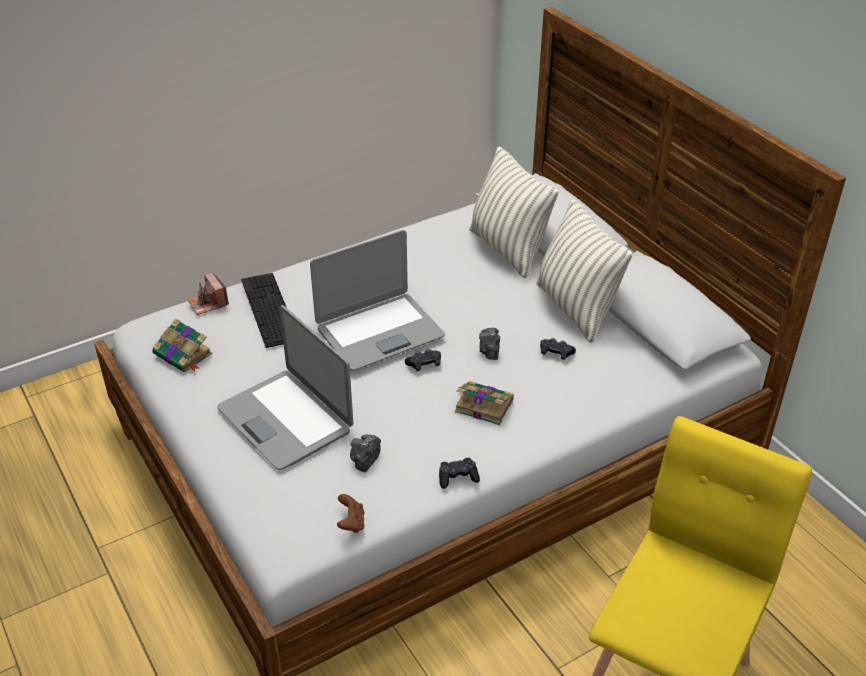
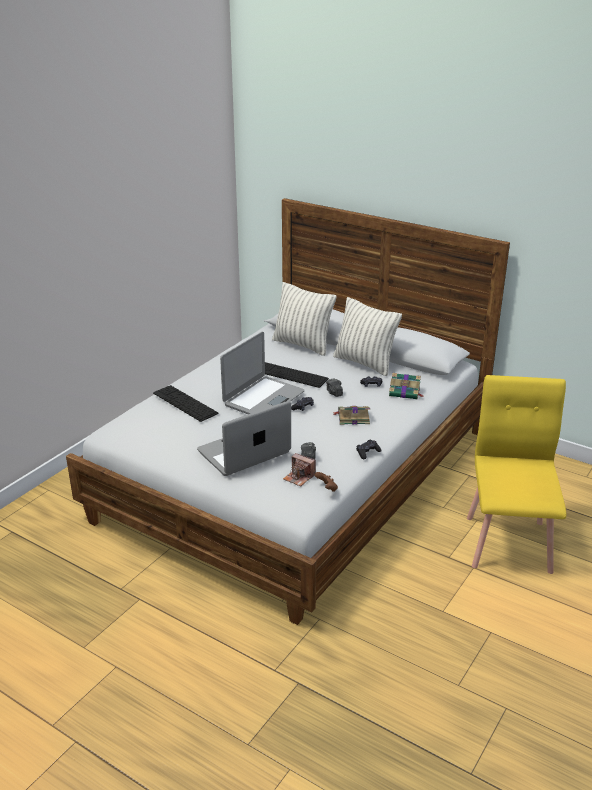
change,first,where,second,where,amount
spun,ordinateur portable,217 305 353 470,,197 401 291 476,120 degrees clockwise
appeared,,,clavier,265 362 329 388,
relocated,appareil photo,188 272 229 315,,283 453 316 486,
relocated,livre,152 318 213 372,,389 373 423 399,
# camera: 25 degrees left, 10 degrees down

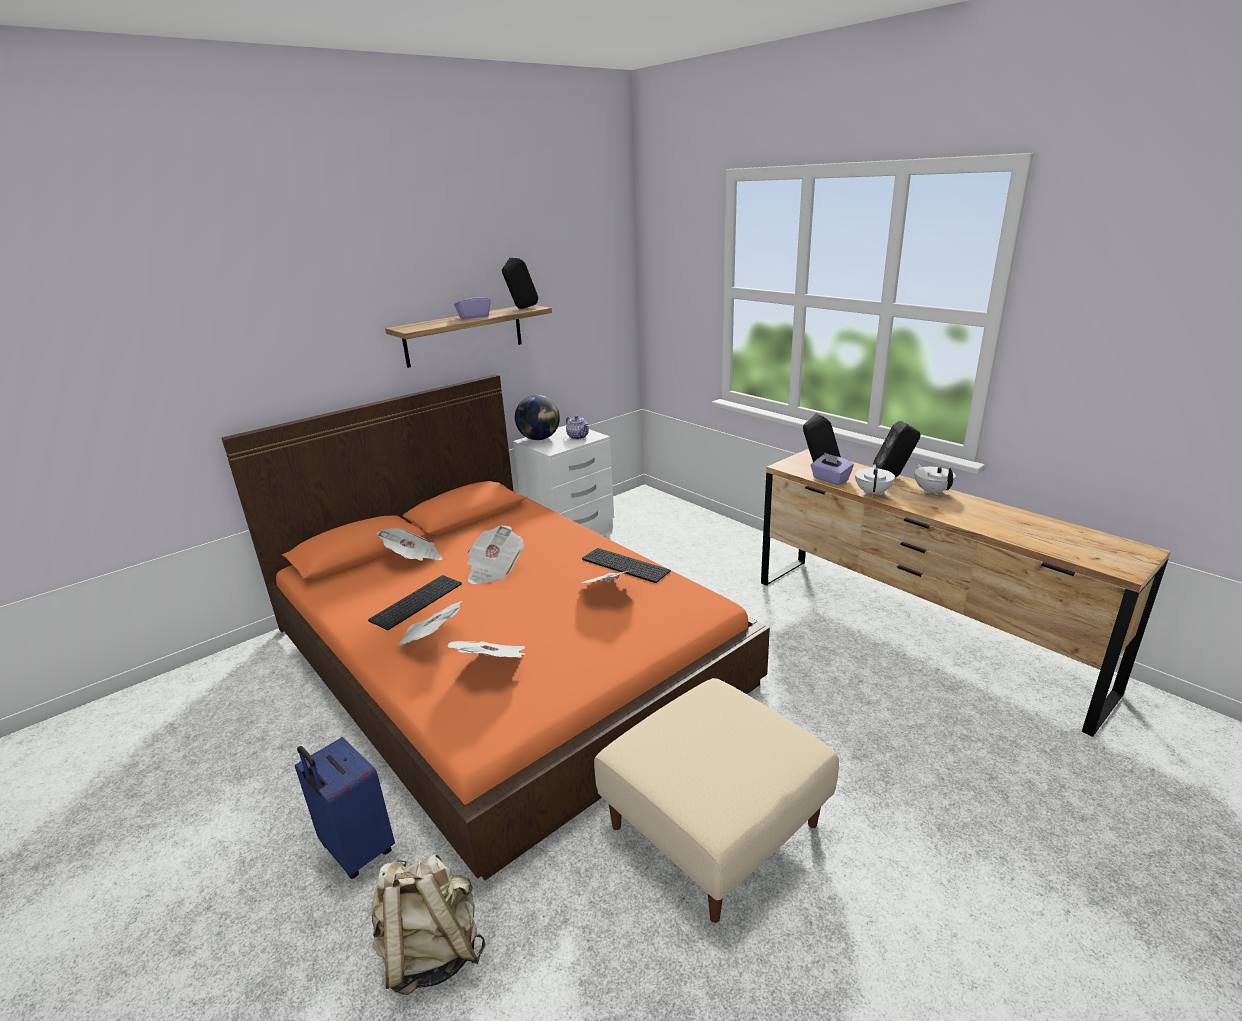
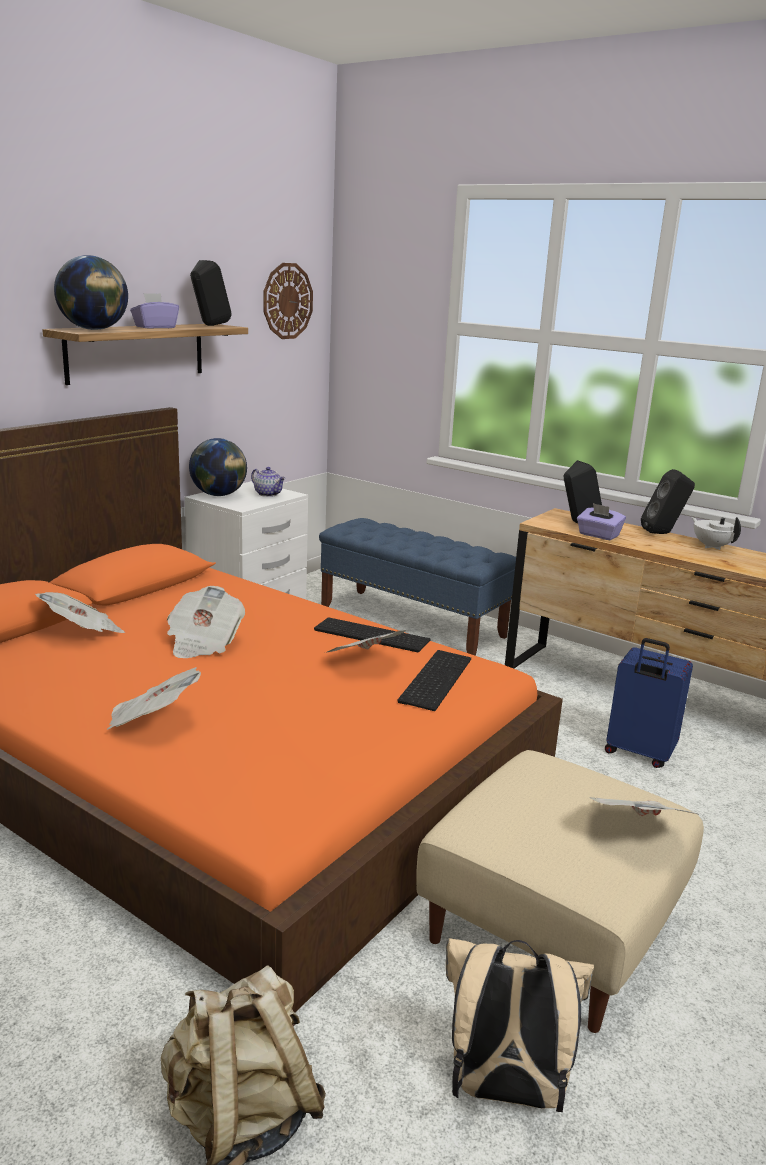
change,first,where,second,where,amount
appeared,,,globe,54 255 128 330,
appeared,,,horloge murale,263 263 313 339,
appeared,,,banc [bleu],319 518 516 656,
relocated,clavier,368 575 462 630,,398 650 471 711,
appeared,,,sac à dos [beige],446 938 594 1112,
relocated,journal,448 641 525 658,,590 797 697 816,
relocated,valise [bleu],295 737 395 879,,605 638 693 768,
missing,théière [blanc],855 464 895 497,,,
# camera: 15 degrees left, 5 degrees down

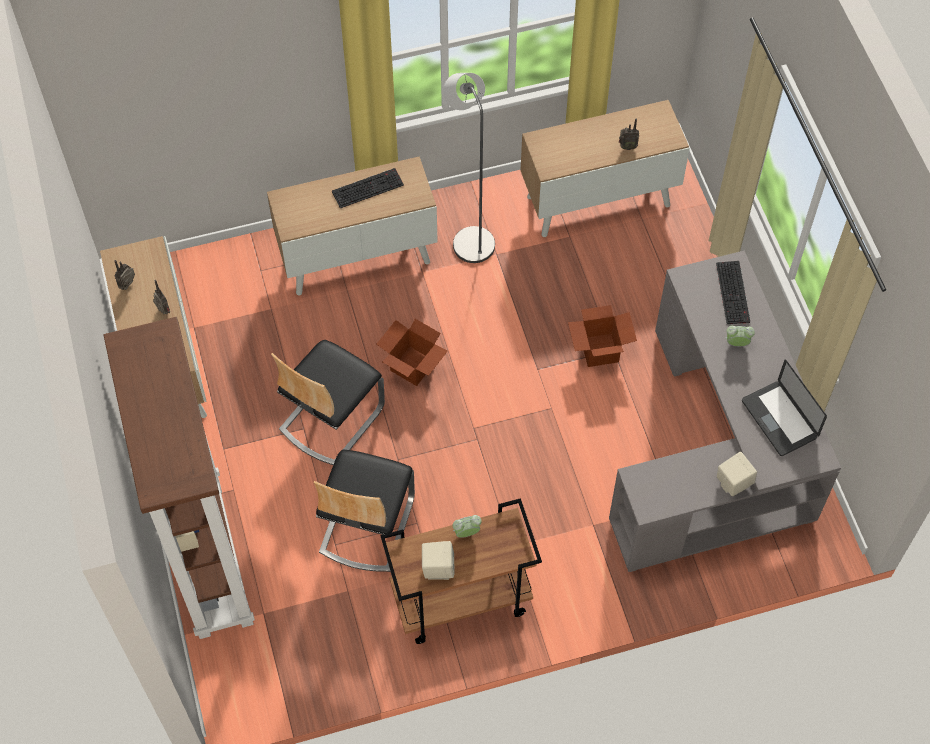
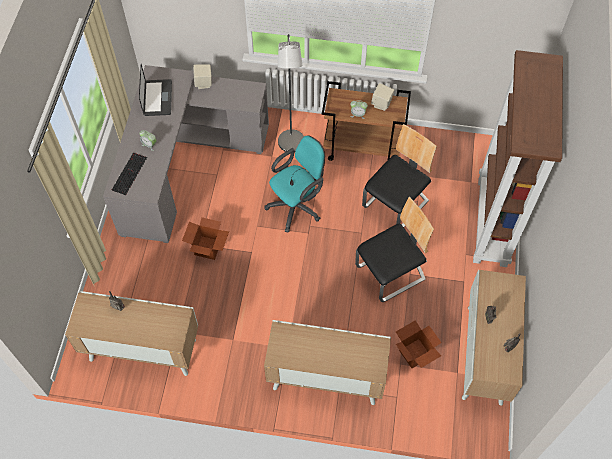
change,first,where,second,where,amount
appeared,,,chaise de bureau [turquoise],264 135 325 233,
relocated,lampadaire [gris],443 73 495 263,,278 34 304 153,
relocated,carton,377 319 448 386,,396 321 442 368,
missing,clavier,332 168 404 208,,,
# camera: 155 degrees left, 0 degrees up

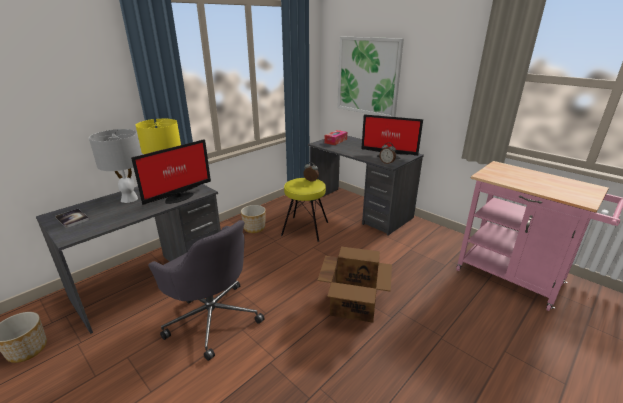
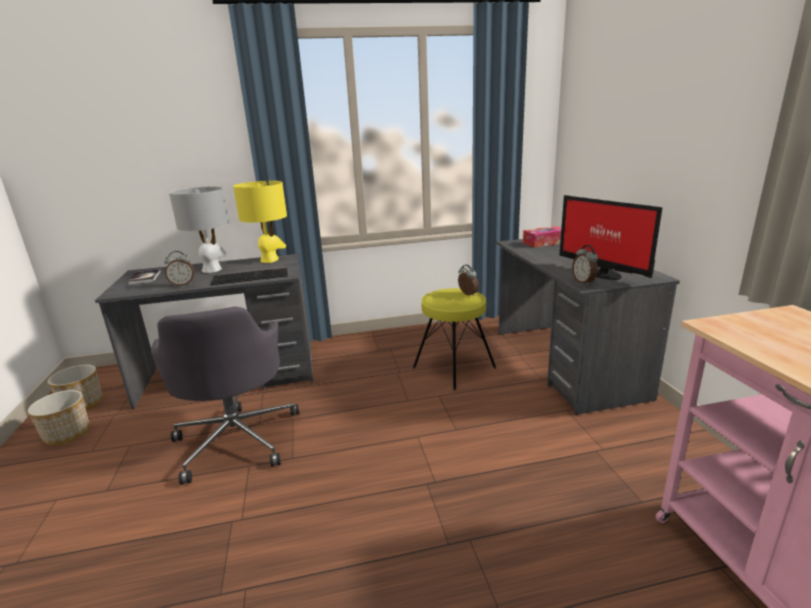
change,first,where,second,where,amount
relocated,cache-pot,241 205 266 233,,28 390 89 445,
appeared,,,réveil,164 251 194 287,
exchanged,écran d'ordinateur,131 139 211 205,clavier,211 268 288 285,
missing,carton,317 247 392 323,,,
missing,tableau,337 37 404 117,,,
# camera: 35 degrees right, 5 degrees down

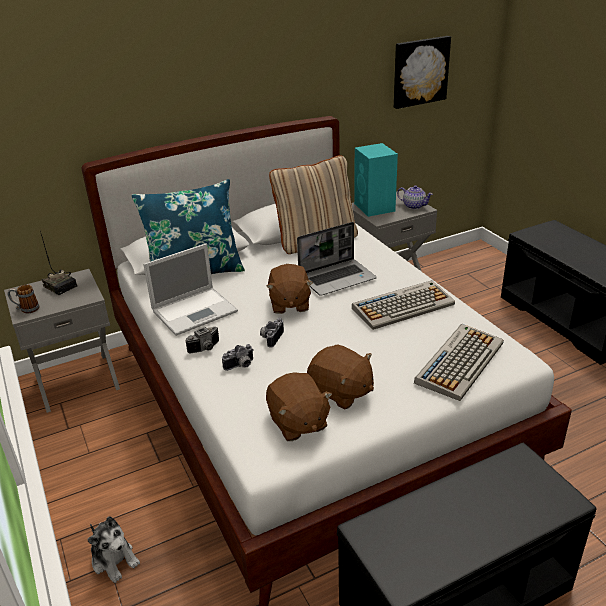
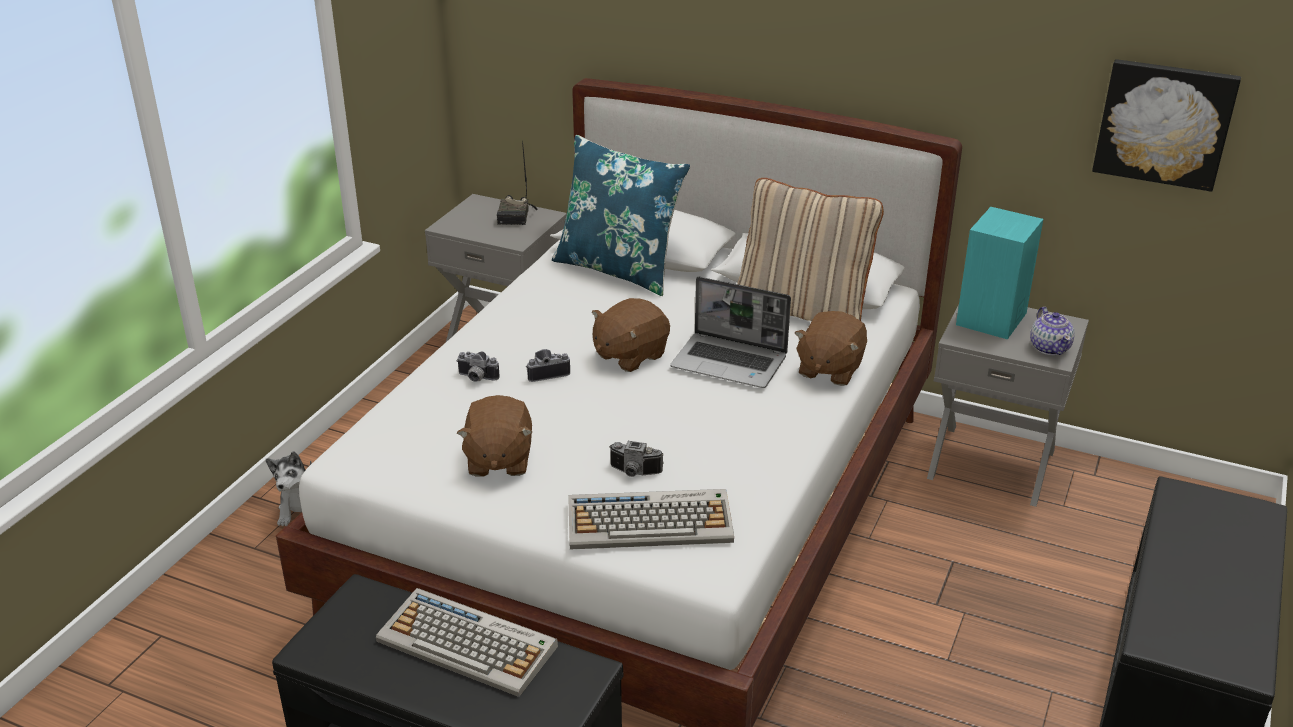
change,first,where,second,where,amount
relocated,clavier,352 280 455 330,,376 588 558 697,
relocated,appareil photo,185 327 219 353,,609 441 664 477,
relocated,peluche [marron],266 372 332 441,,795 311 867 386,
missing,mug,8 284 39 313,,,
missing,ordinateur portable,143 243 238 336,,,
# camera: 50 degrees right, 0 degrees up

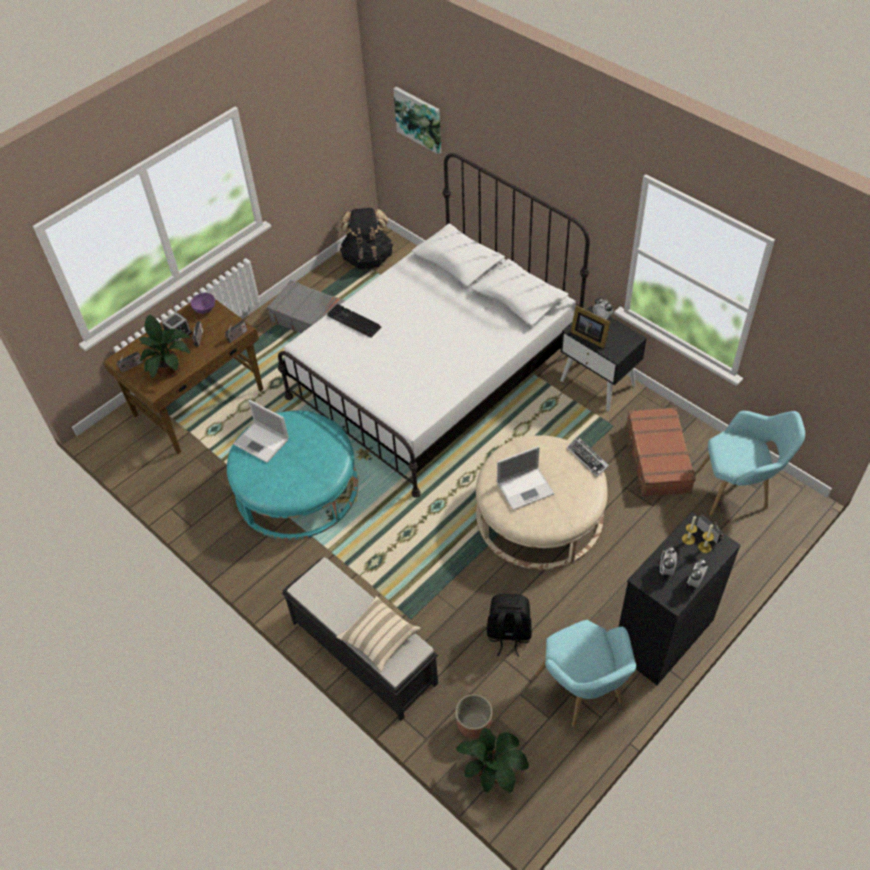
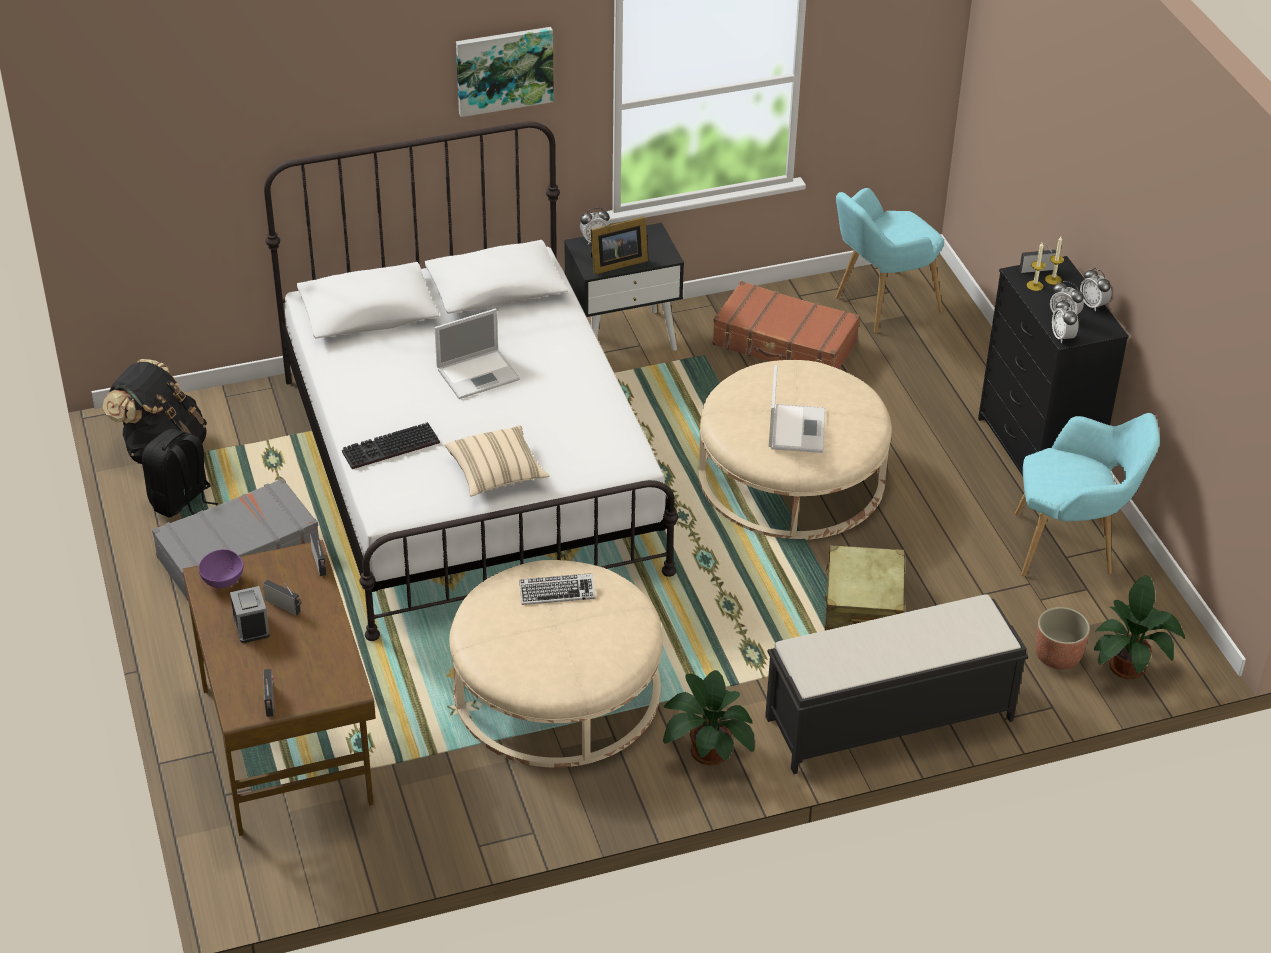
change,first,where,second,where,amount
relocated,sac à dos [noir],487 594 532 657,,142 429 218 518,
relocated,ordinateur portable,233 400 289 463,,434 309 520 399,
relocated,coussin [beige],337 596 421 672,,444 425 550 497,
colour,pouf [turquoise],227 410 358 540,pouf [beige],449 560 662 768,
relocated,tableau,393 87 441 155,,456 27 554 117,
relocated,clavier,567 437 609 477,,519 573 595 605,
relocated,plante en pot,139 315 190 378,,663 670 755 765,
appeared,,,valise [beige],824 545 905 631,
spun,fauteuil [turquoise],700 411 805 515,,836 188 944 333,150 degrees counterclockwise
appeared,,,réveil,1052 299 1079 344,
# camera: 65 degrees left, 10 degrees down

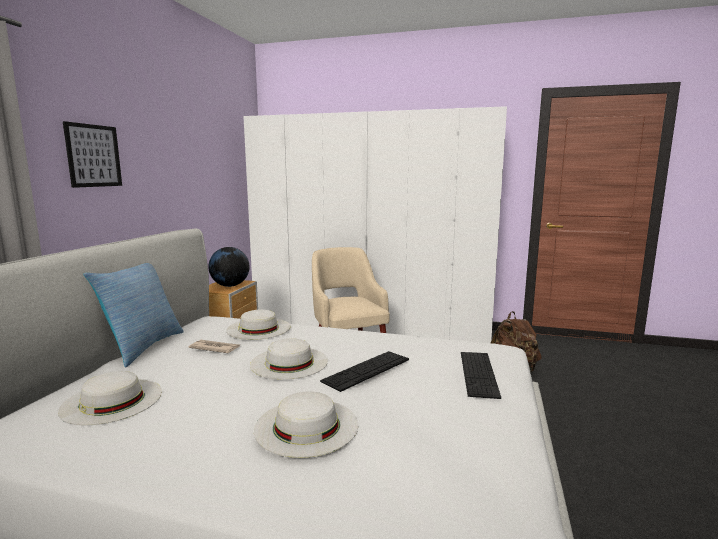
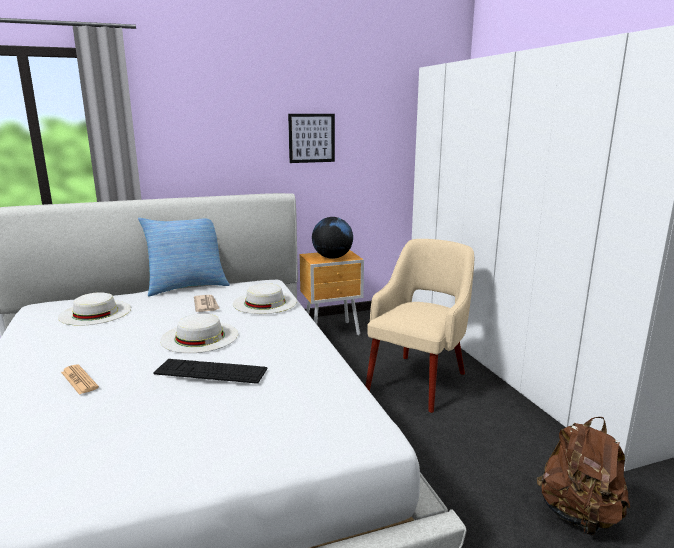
change,first,where,second,where,amount
exchanged,chapeau [blanc],254 391 358 458,journal,61 365 99 395,
relocated,tableau,63 121 122 188,,288 114 335 163,
missing,clavier,461 352 501 399,,,
# camera: 55 degrees right, 5 degrees up

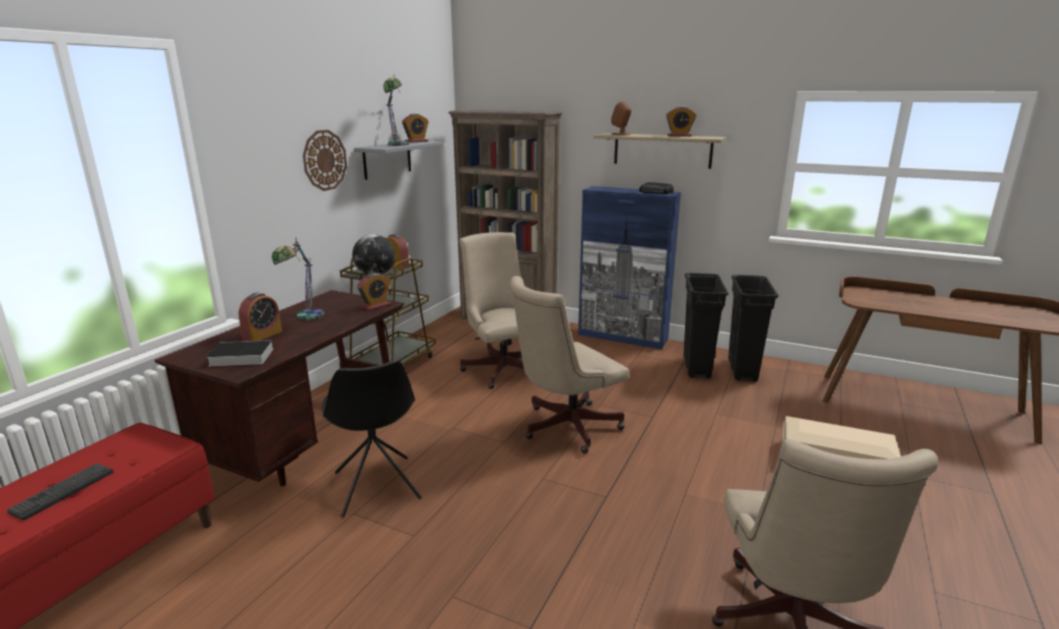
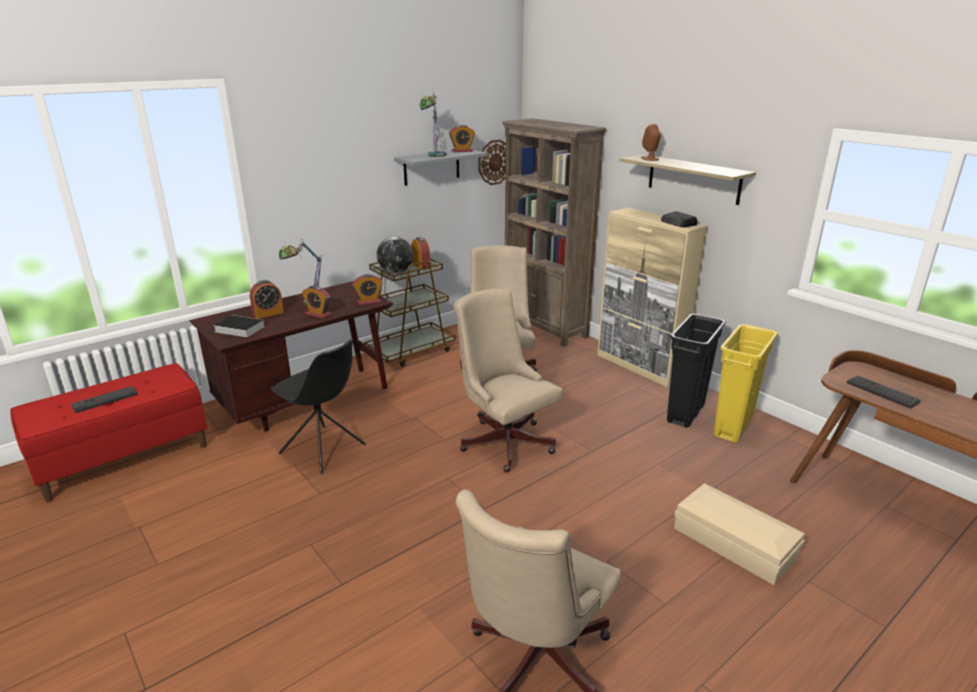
change,first,where,second,where,amount
spun,chaise [noir],322 360 422 517,,271 339 366 474,60 degrees counterclockwise
relocated,réveil,666 106 696 137,,302 285 331 319,
spun,chaise de bureau [beige],510 276 629 453,,453 288 563 472,60 degrees clockwise
relocated,horloge murale,303 130 347 191,,478 140 506 185,
colour,meuble de rangement [bleu],578 186 681 349,meuble de rangement [beige],597 208 707 387,
colour,poubelle [noir],728 275 778 382,poubelle [jaune],714 324 778 443,
appeared,,,clavier,847 375 921 408,
# camera: 25 degrees right, 5 degrees up

